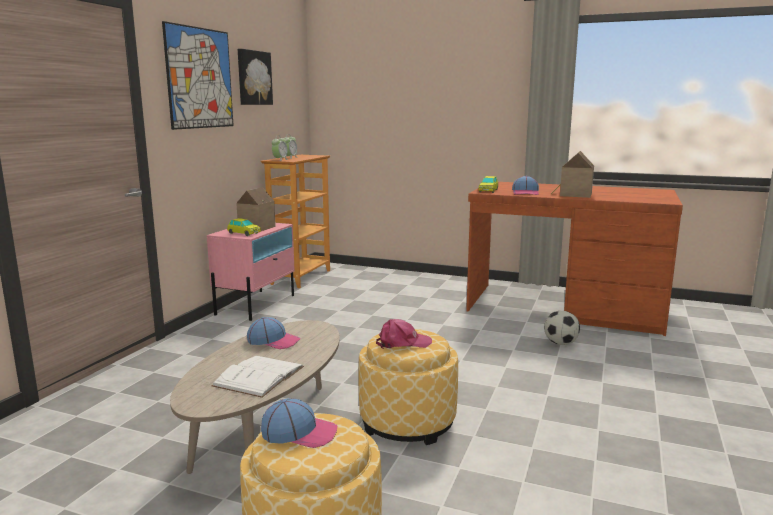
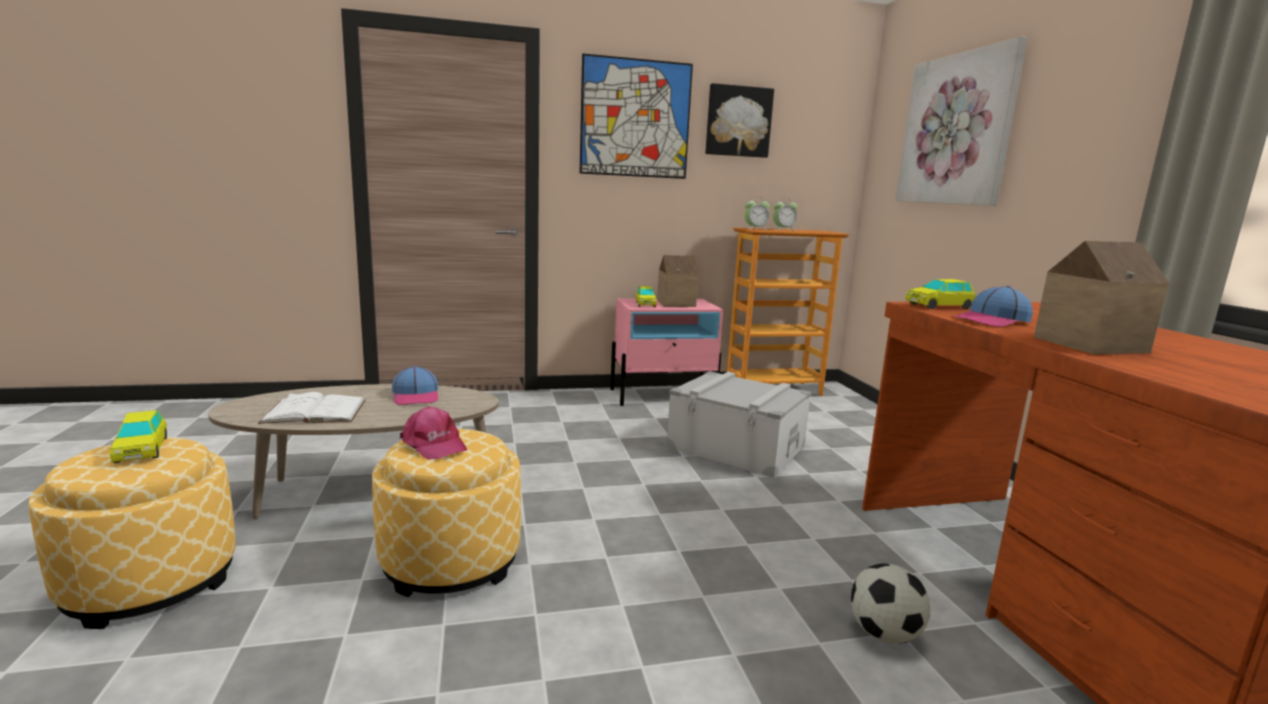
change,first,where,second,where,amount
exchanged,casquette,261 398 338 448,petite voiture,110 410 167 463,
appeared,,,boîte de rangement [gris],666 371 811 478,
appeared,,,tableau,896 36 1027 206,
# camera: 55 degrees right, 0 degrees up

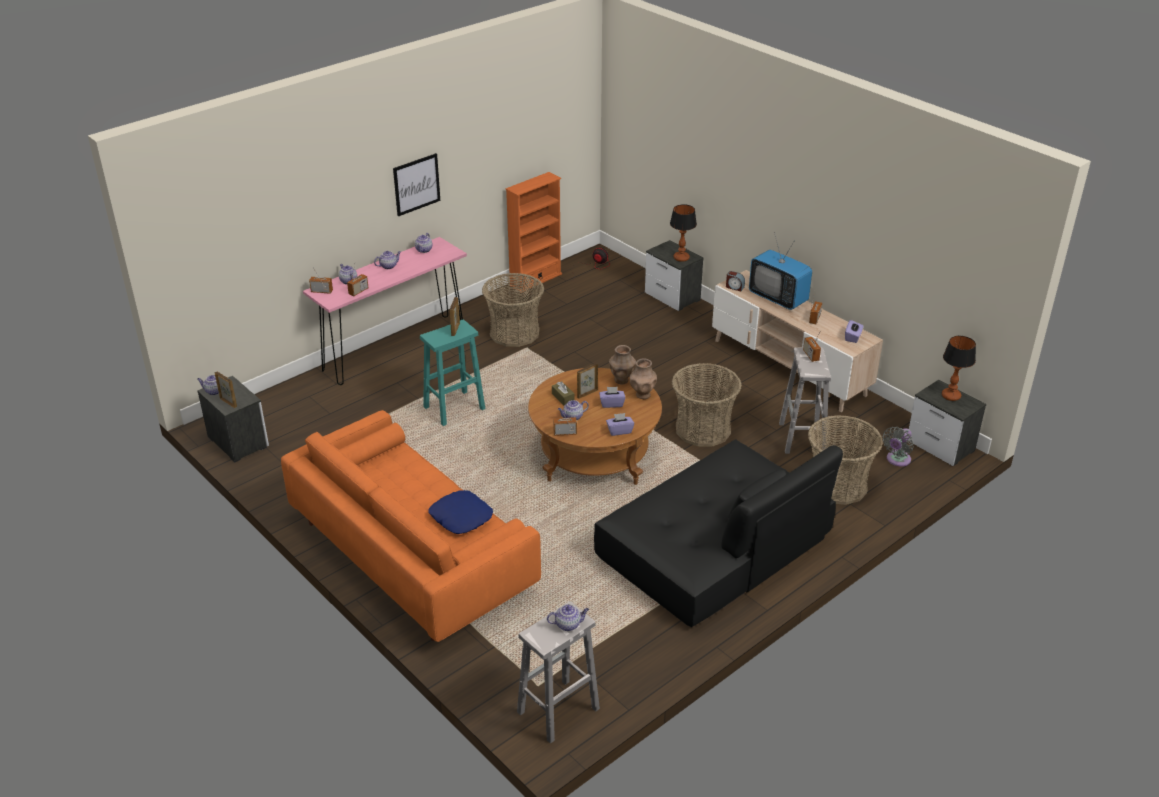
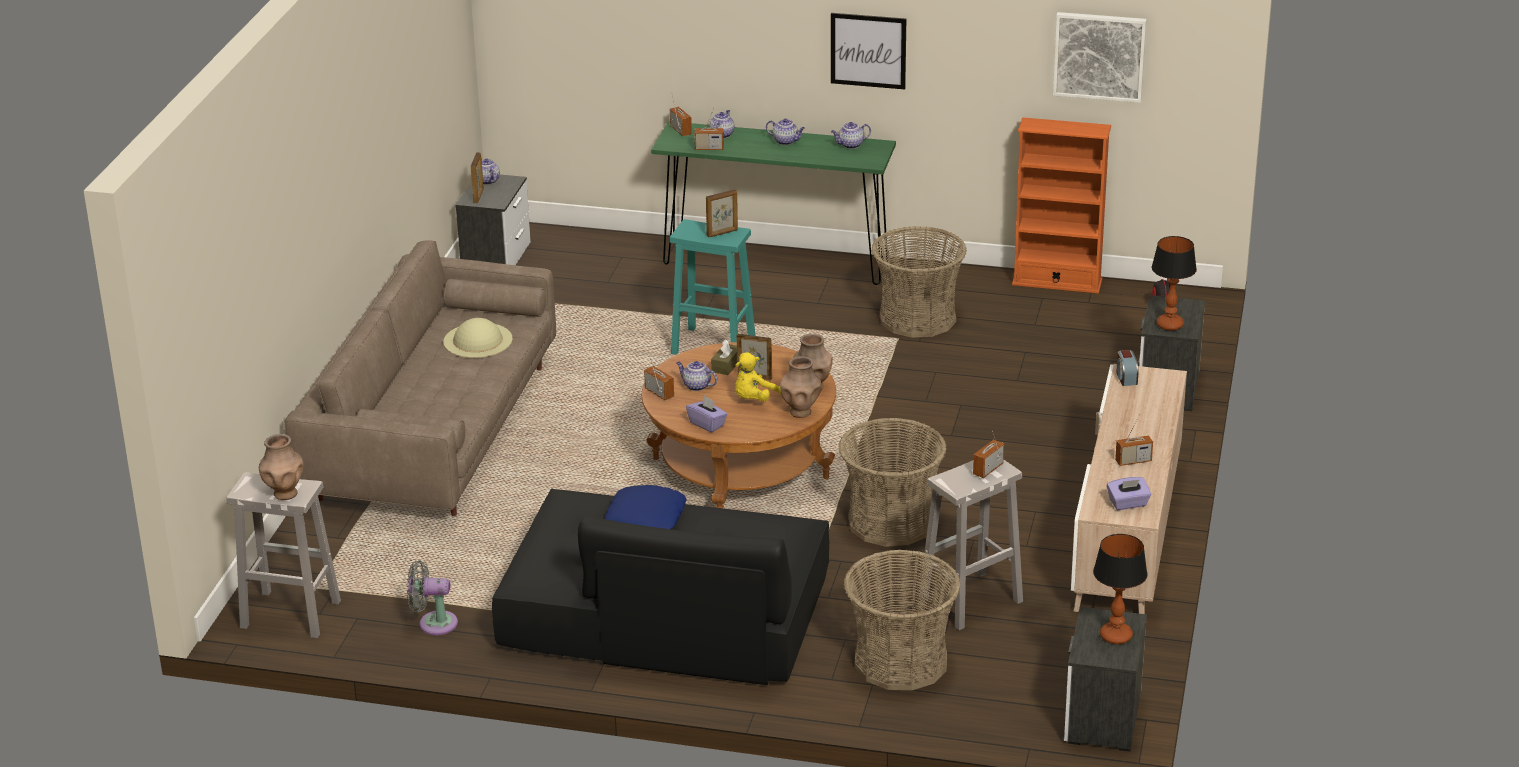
change,first,where,second,where,amount
exchanged,théière,547 604 589 631,vase [marron],259 434 303 500,
colour,canapé [orange],281 410 541 642,canapé [beige],284 240 556 516,
relocated,ventilateur [gris],883 427 914 466,,407 560 458 635,
appeared,,,chapeau [beige],443 318 513 358,
relocated,coussin [bleu],428 490 493 534,,605 485 687 529,
colour,table console [rose],303 237 467 385,table console [vert],651 121 896 285,
exchanged,boîte à mouchoirs [violet],599 387 625 408,peluche [jaune],735 352 781 402,
appeared,,,tableau,1053 12 1147 103,
missing,téléviseur,749 232 812 310,,,
# camera: 55 degrees right, 5 degrees down

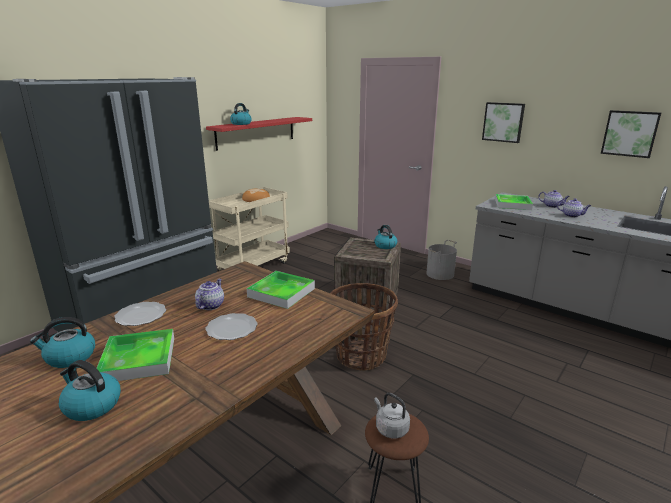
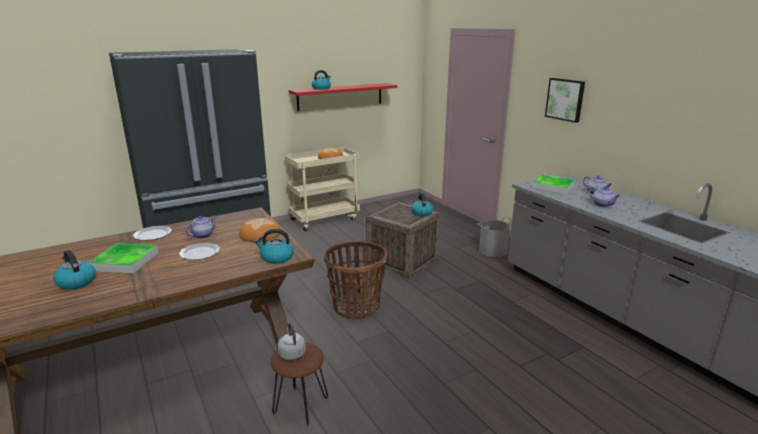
change,first,where,second,where,amount
exchanged,plateau,247 271 315 309,pain,239 218 281 242,
relocated,bouilloire,30 317 95 368,,254 229 294 264,
missing,tableau,601 110 661 158,,,
# camera: 20 degrees right, 0 degrees up

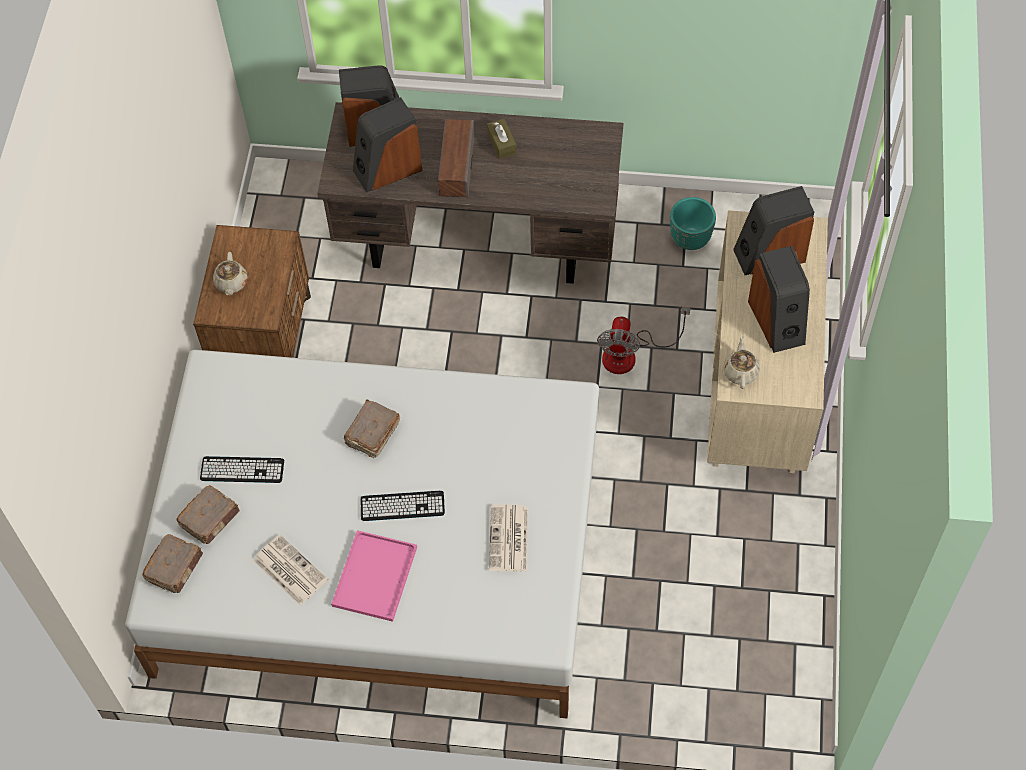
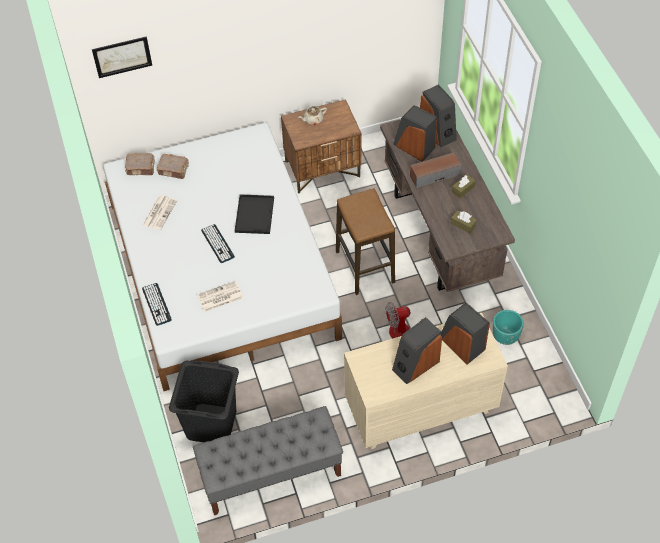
change,first,where,second,where,amount
appeared,,,tableau,92 36 152 78,
relocated,clavier,200 456 284 483,,142 283 172 326,
appeared,,,panier à linge [noir],169 361 239 442,
appeared,,,banc [gris],193 406 343 515,
exchanged,livre [marron],344 399 400 458,plateau [noir],235 194 274 234,
appeared,,,tabouret,336 188 395 295,
appeared,,,boîte à mouchoirs [marron],451 210 477 233,
missing,plateau [rose],331 530 417 622,,,
missing,théière [beige],723 334 760 389,,,
# camera: 65 degrees right, 5 degrees down

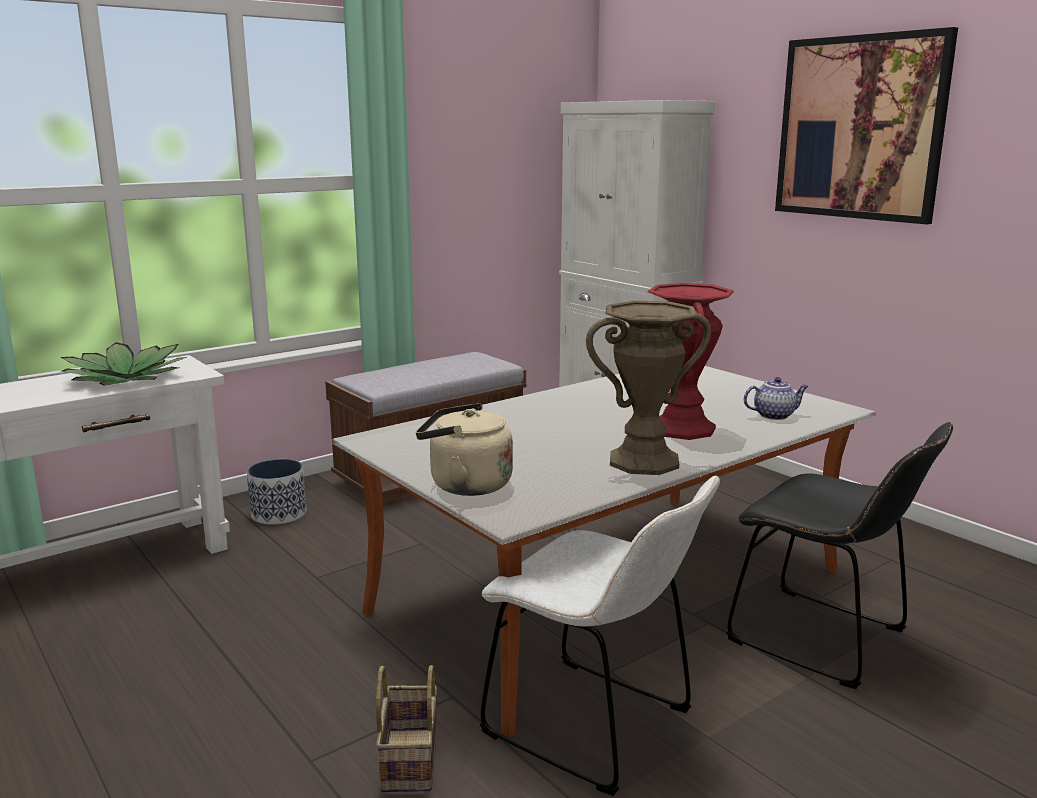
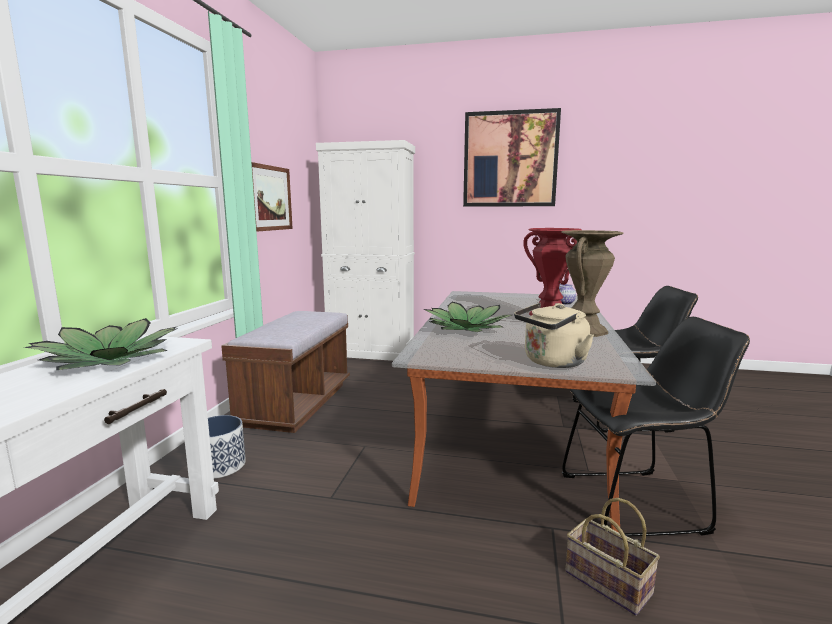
change,first,where,second,where,amount
appeared,,,tableau,251 162 293 232,
appeared,,,plante en pot,424 302 512 332,
colour,chaise [blanc],480 476 720 796,chaise [noir],562 317 750 536,
# camera: 40 degrees left, 5 degrees down

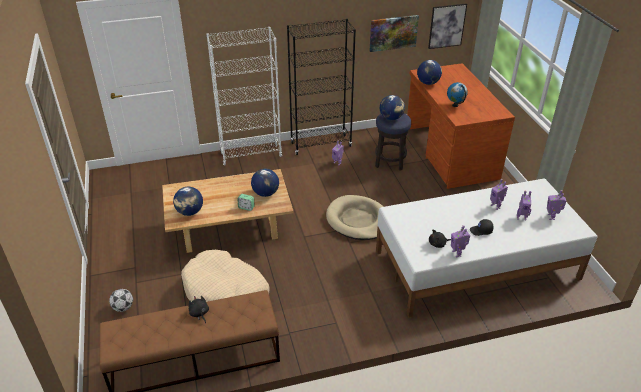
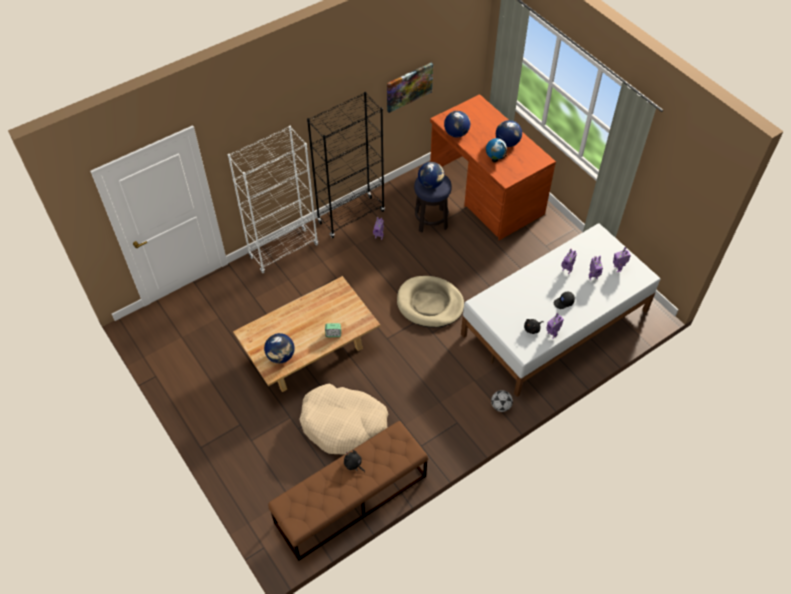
change,first,where,second,where,amount
relocated,ballon de foot,109 289 133 312,,491 390 513 412,
relocated,globe,251 169 279 197,,496 120 522 147,
missing,tableau,428 3 467 49,,,
# camera: 20 degrees left, 15 degrees up

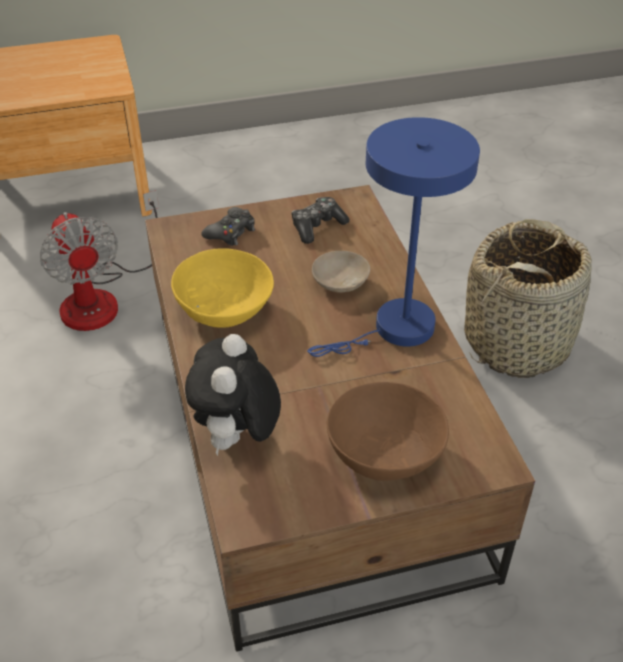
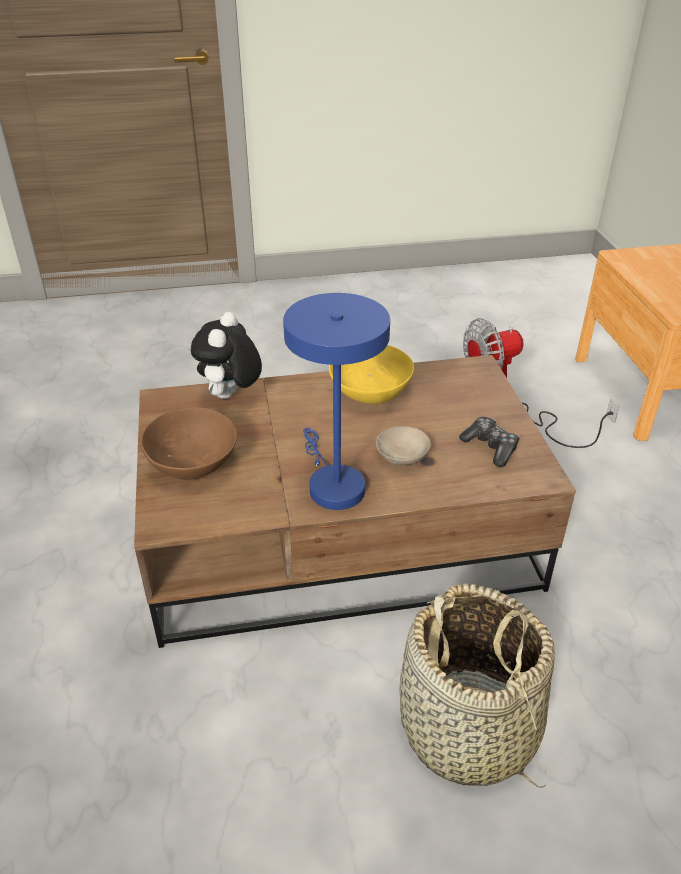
change,first,where,second,where,amount
spun,peluche,185 334 281 456,,191 312 262 399,90 degrees counterclockwise
missing,manette [noir],201 207 255 246,,,
# camera: 95 degrees right, 5 degrees down

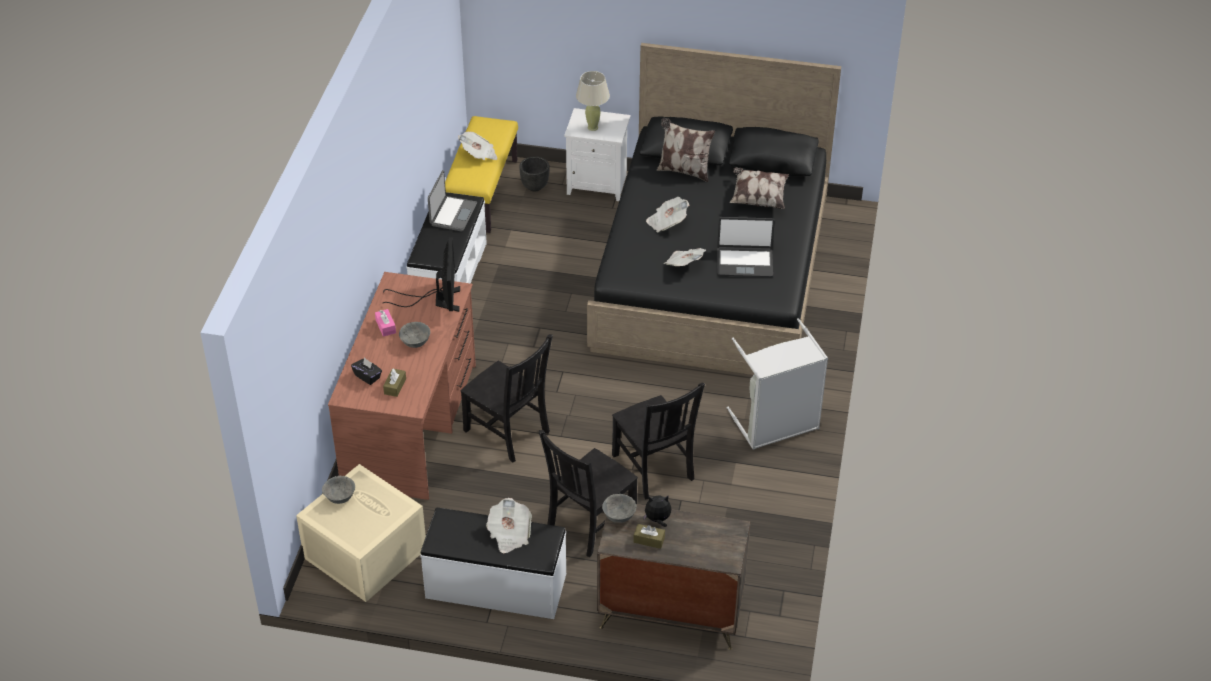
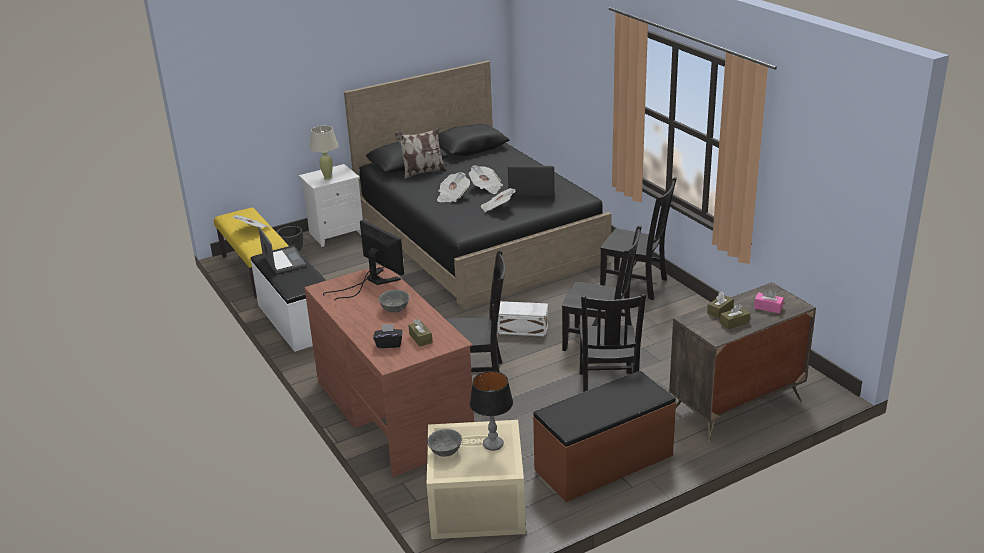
change,first,where,second,where,amount
relocated,journal,486 498 532 553,,469 165 503 194,
appeared,,,lampe de table,470 371 513 451,
appeared,,,boîte de rangement [blanc],498 301 548 336,
spun,ordinateur portable,717 217 775 277,,508 165 556 198,135 degrees counterclockwise
colour,banc [blanc],420 508 566 619,banc [marron],533 371 676 502,
exchanged,panier à linge [gris],727 318 828 450,chaise [noir],600 177 677 300,
exchanged,peluche,643 495 671 527,boîte à mouchoirs [marron],707 292 734 318,
relocated,boîte à mouchoirs [rose],375 309 396 337,,754 289 784 313,
missing,bol [gris],602 494 636 523,,,
missing,coussin,729 167 789 209,,,
# camera: 40 degrees left, 15 degrees down

